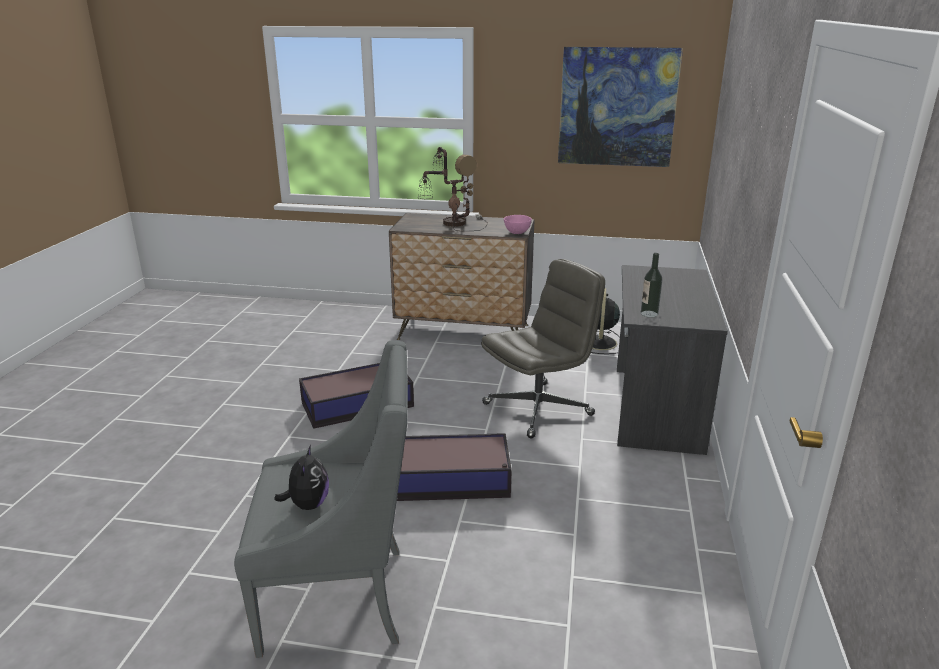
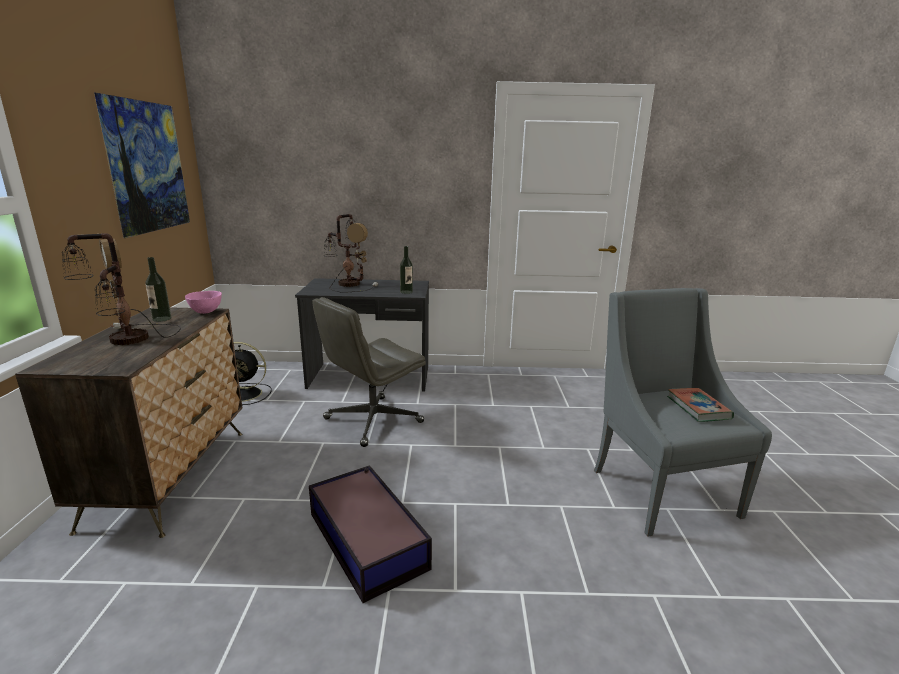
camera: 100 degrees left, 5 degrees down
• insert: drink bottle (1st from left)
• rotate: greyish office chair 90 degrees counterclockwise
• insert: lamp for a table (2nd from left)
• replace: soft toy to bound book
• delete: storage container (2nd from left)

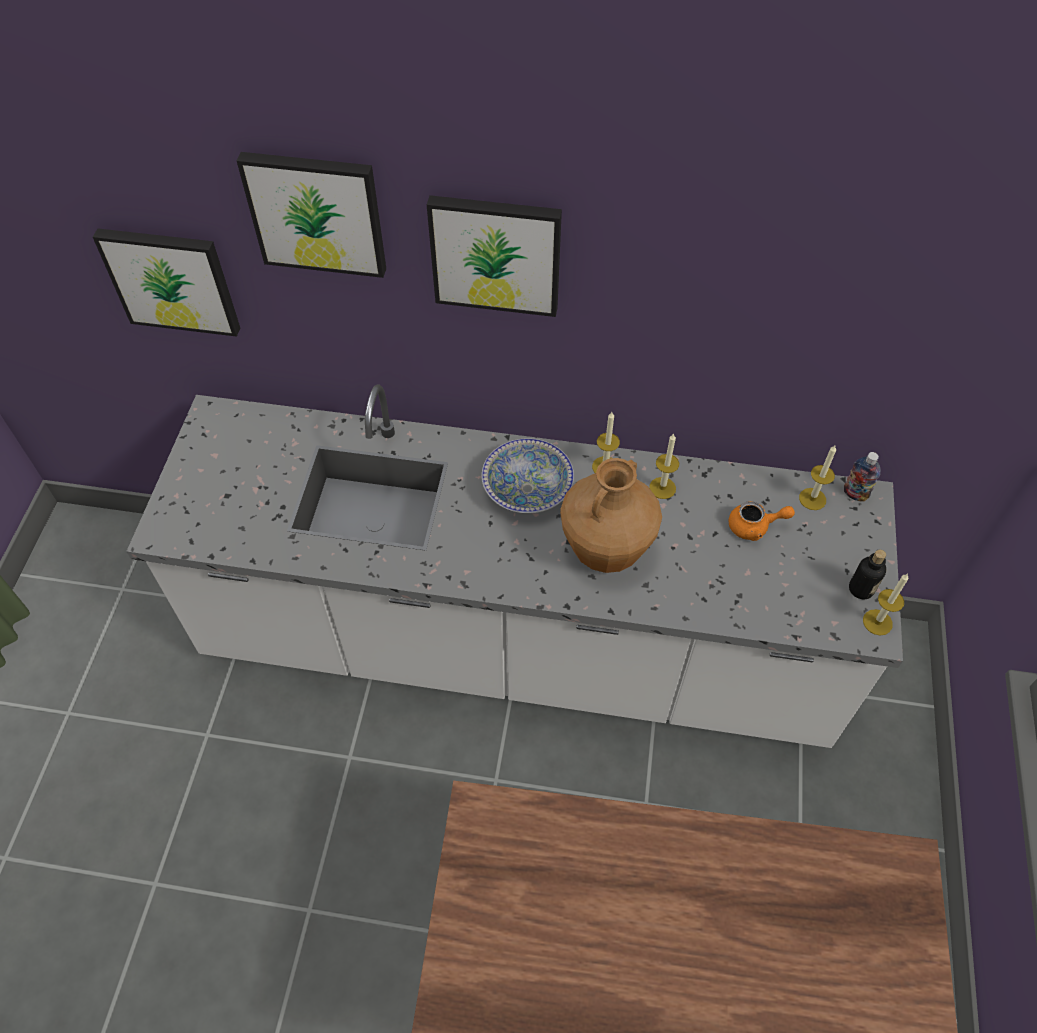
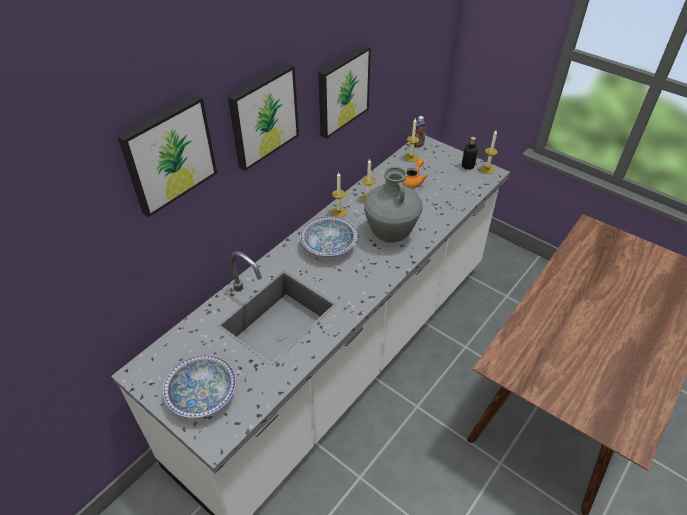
camera: 60 degrees left, 10 degrees down
• insert: bowl (1st from left)
• move: picture (1st from left in the first image) to picture (3rd from left)
• recolor: brown-coloured flower vase to greyish flower vase

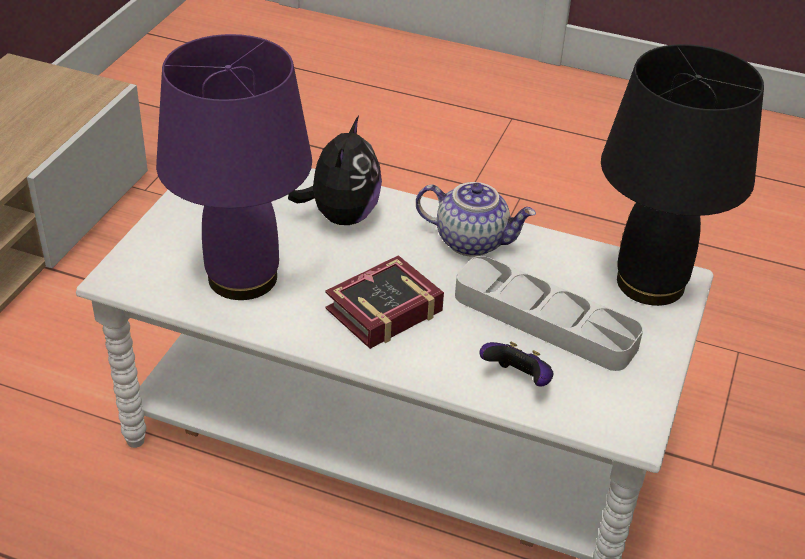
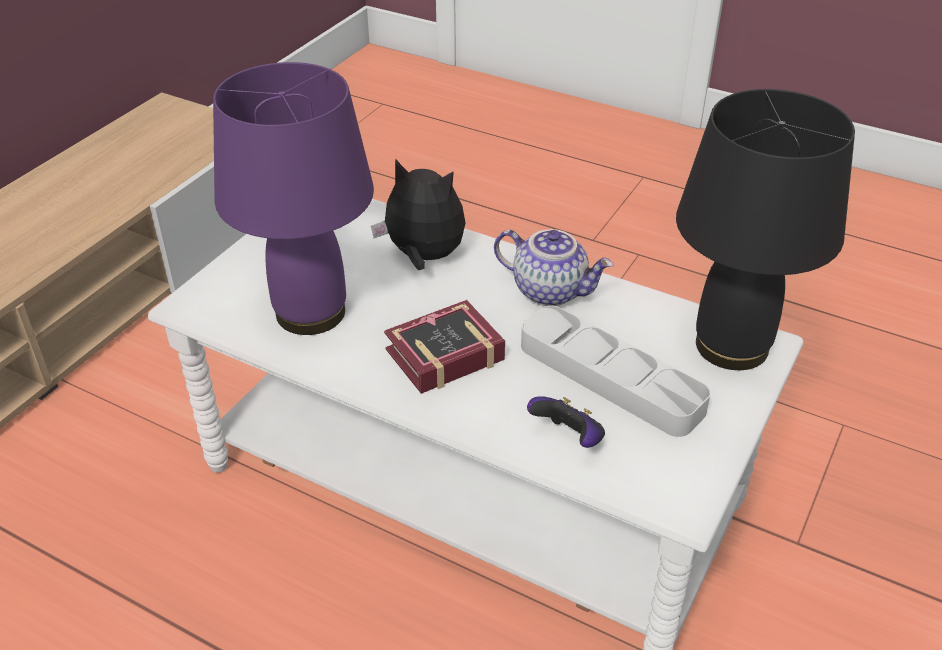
camera: 10 degrees right, 0 degrees up
• rotate: soft toy 90 degrees counterclockwise

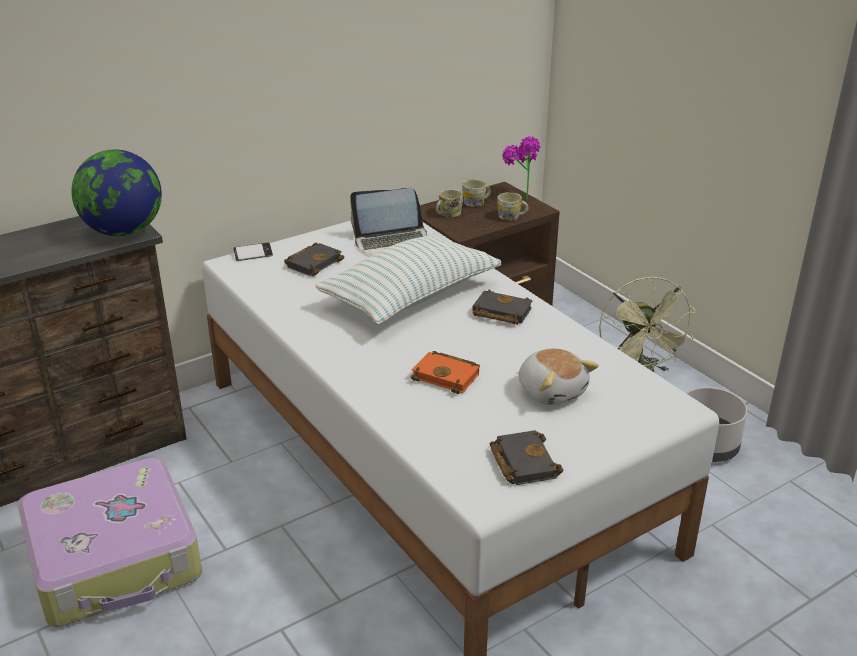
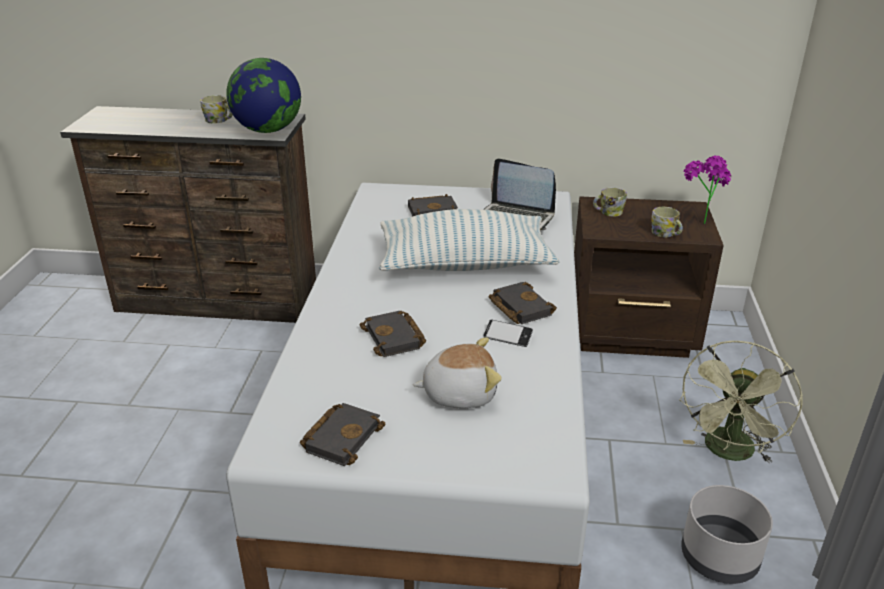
camera: 40 degrees right, 0 degrees up
• move: coffee mug (2nd from left in the first image) to coffee mug (1st from left)
• recolor: orange-coloured bound book to black-coloured bound book (2nd from left)
• rotate: soft toy 105 degrees counterclockwise
• move: handset
• delete: travel case

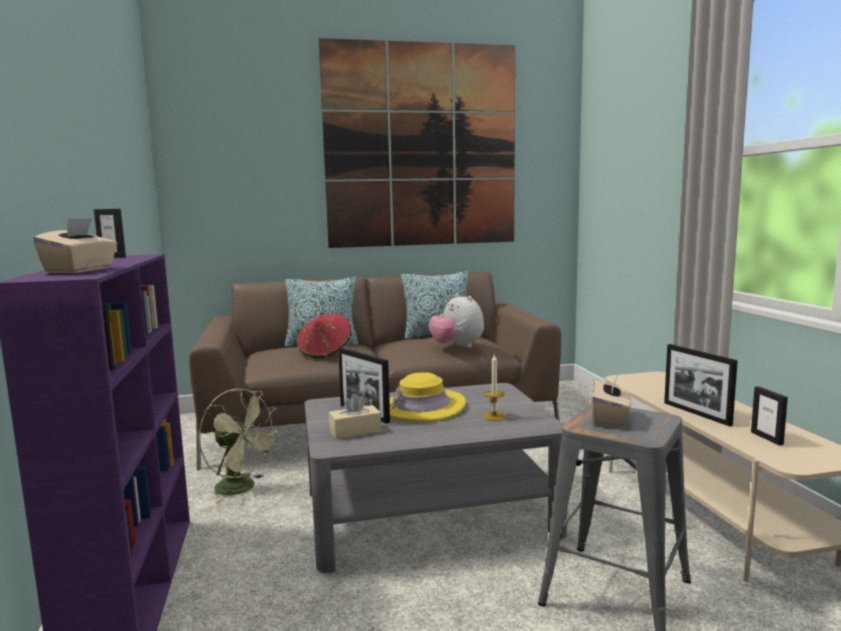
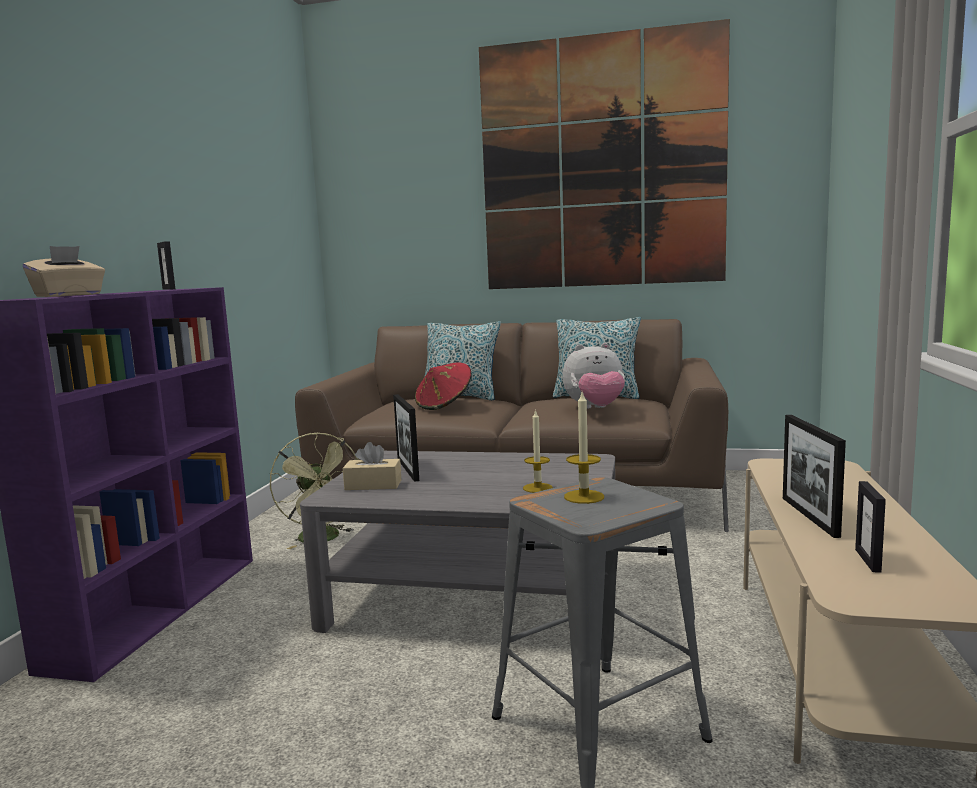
camera: 25 degrees right, 0 degrees up
• rotate: soft toy 90 degrees counterclockwise
• replace: beige-coloured tissue box (3rd from left) to wax light (2nd from left)
• delete: yellowish clothing hat

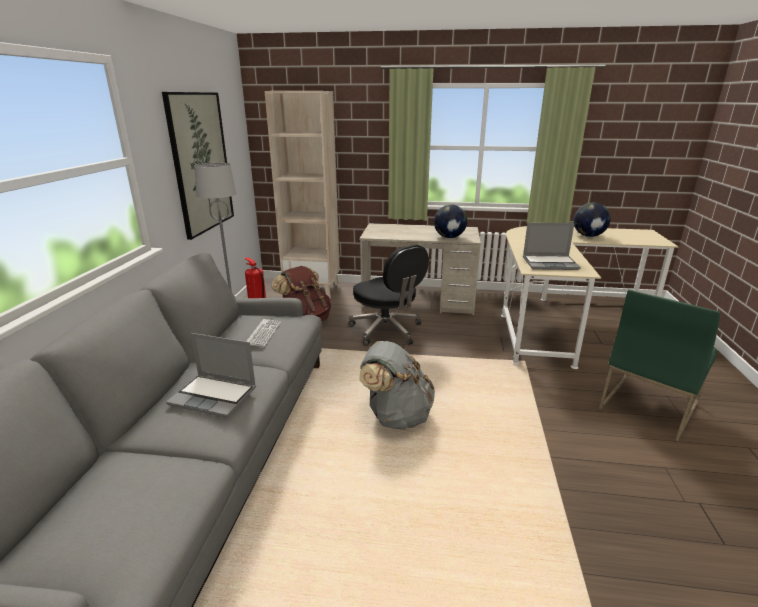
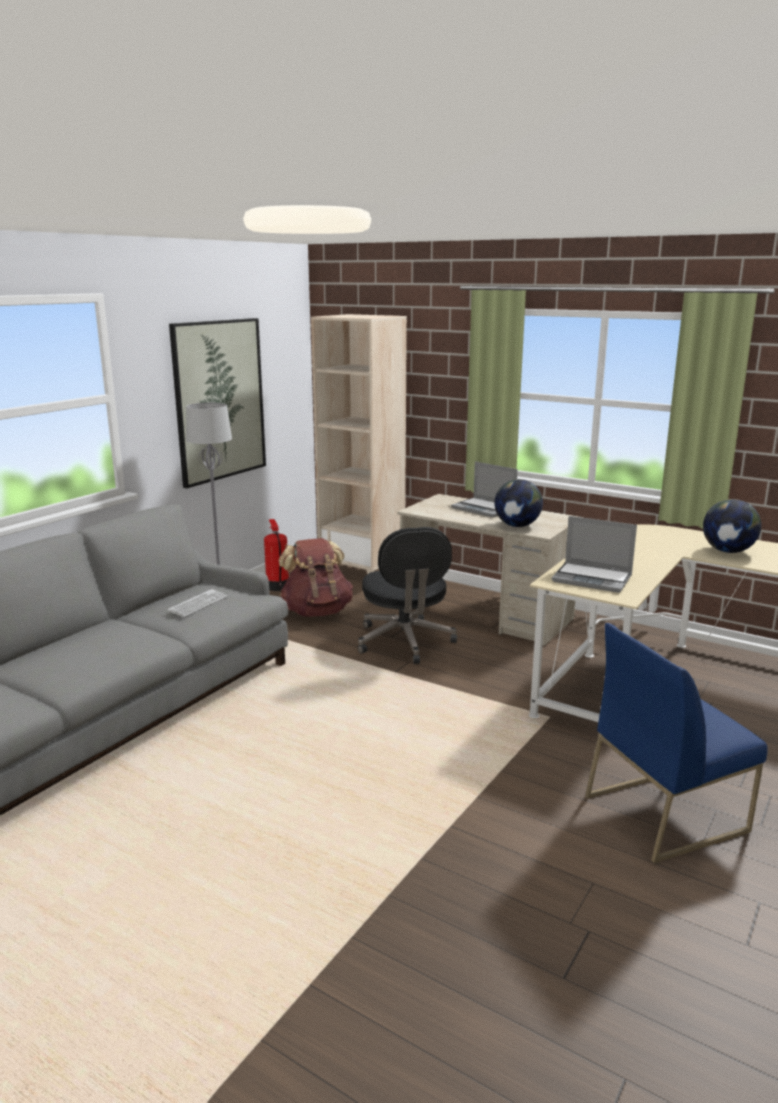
camera: 25 degrees right, 5 degrees down
• move: laptop (1st from left)
• recolor: green-coloured plain chair to blue plain chair
• delete: greyish backpack

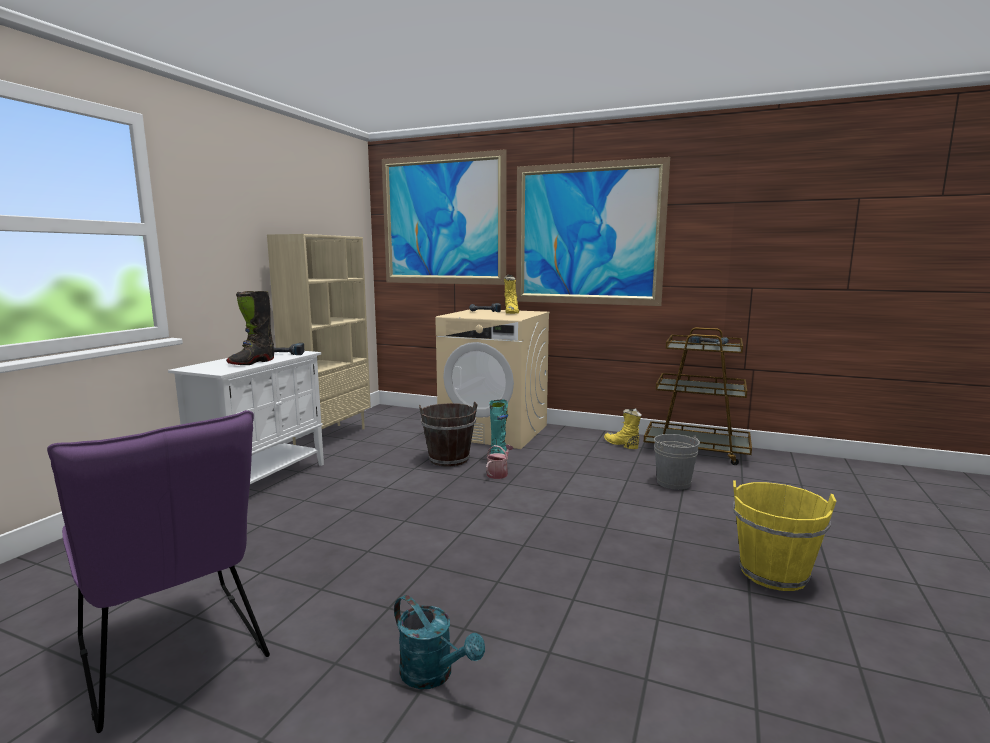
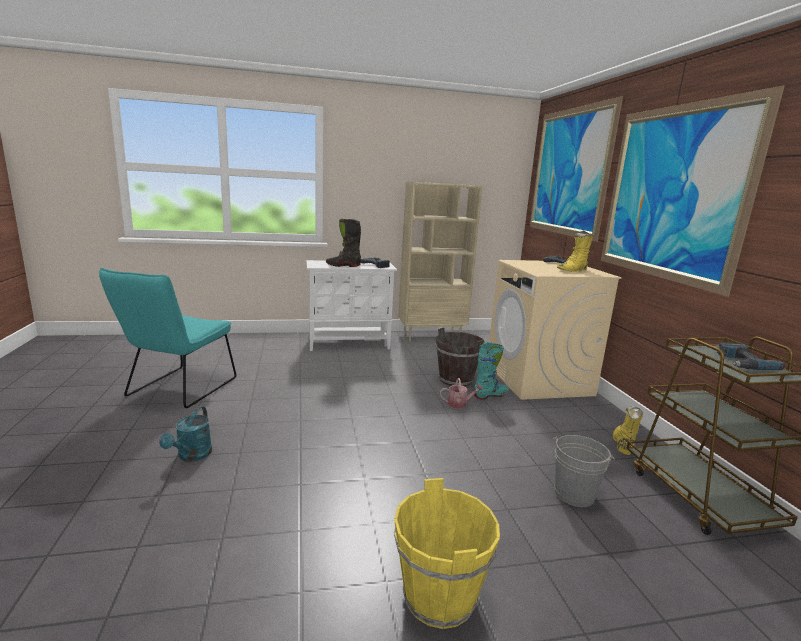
camera: 55 degrees right, 5 degrees up
• recolor: purplish plain chair to turquoise-coloured plain chair

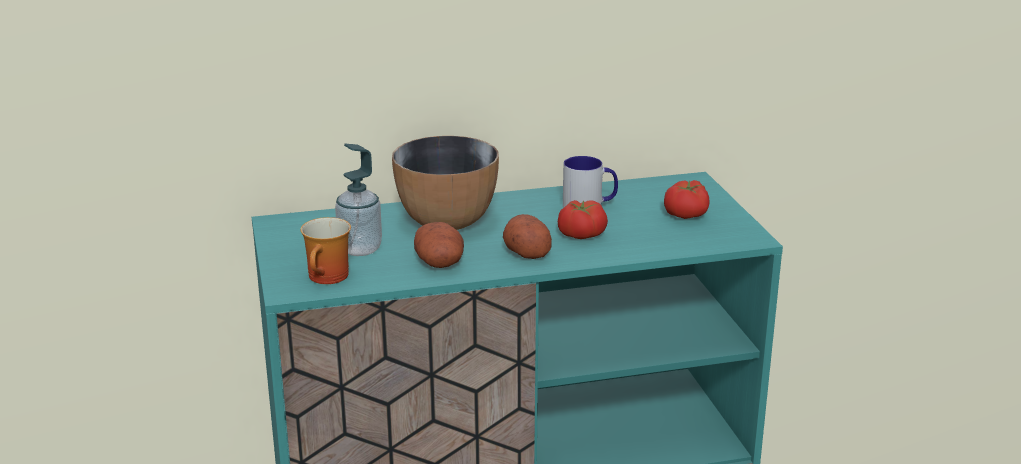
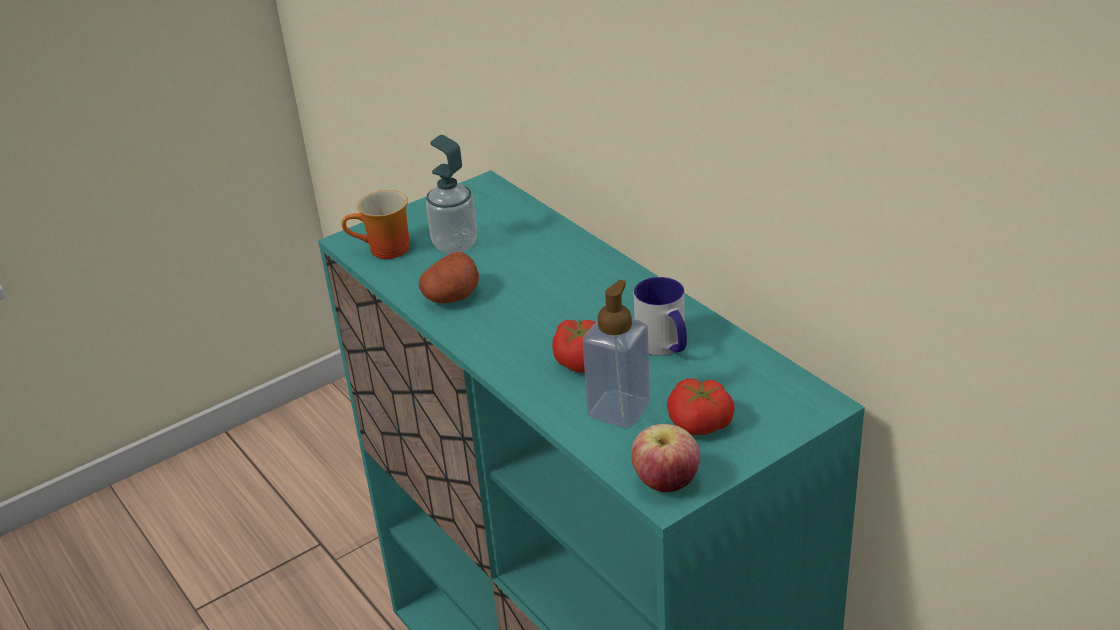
camera: 70 degrees right, 10 degrees up
• insert: soap bottle (2nd from left)
• insert: apple
• delete: bowl
• delete: potato (2nd from left)

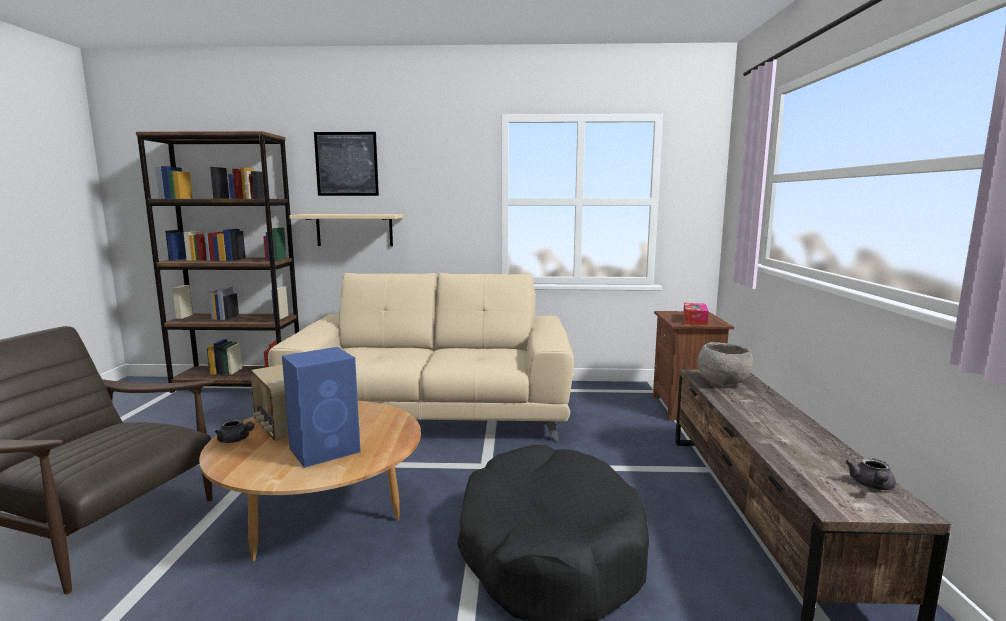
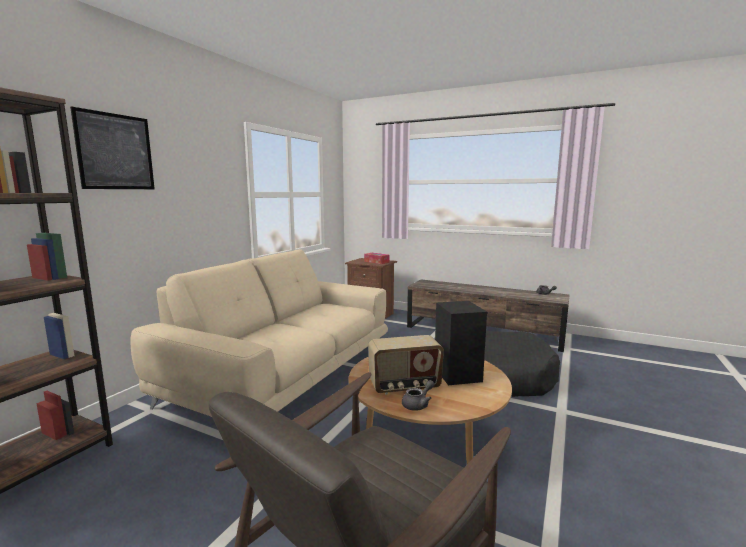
camera: 65 degrees left, 0 degrees up
• recolor: blue loudspeaker to black-coloured loudspeaker
• delete: beige-coloured shelf
• delete: greyish bowl

